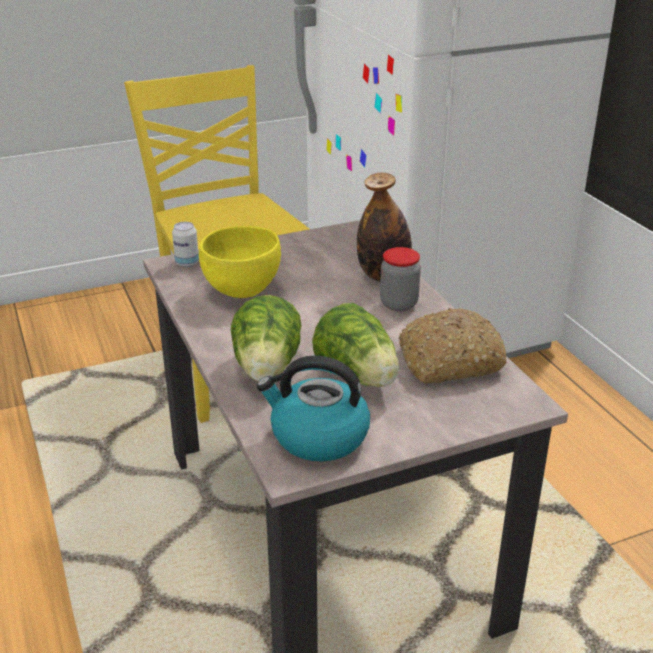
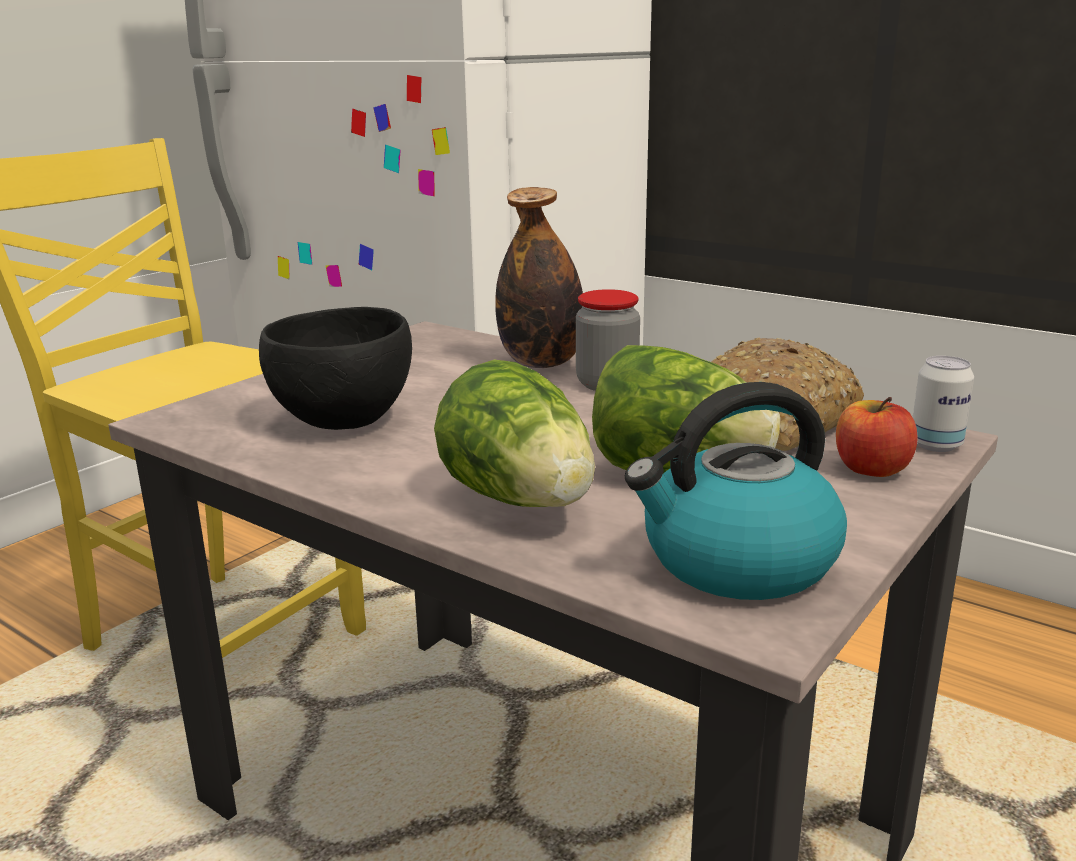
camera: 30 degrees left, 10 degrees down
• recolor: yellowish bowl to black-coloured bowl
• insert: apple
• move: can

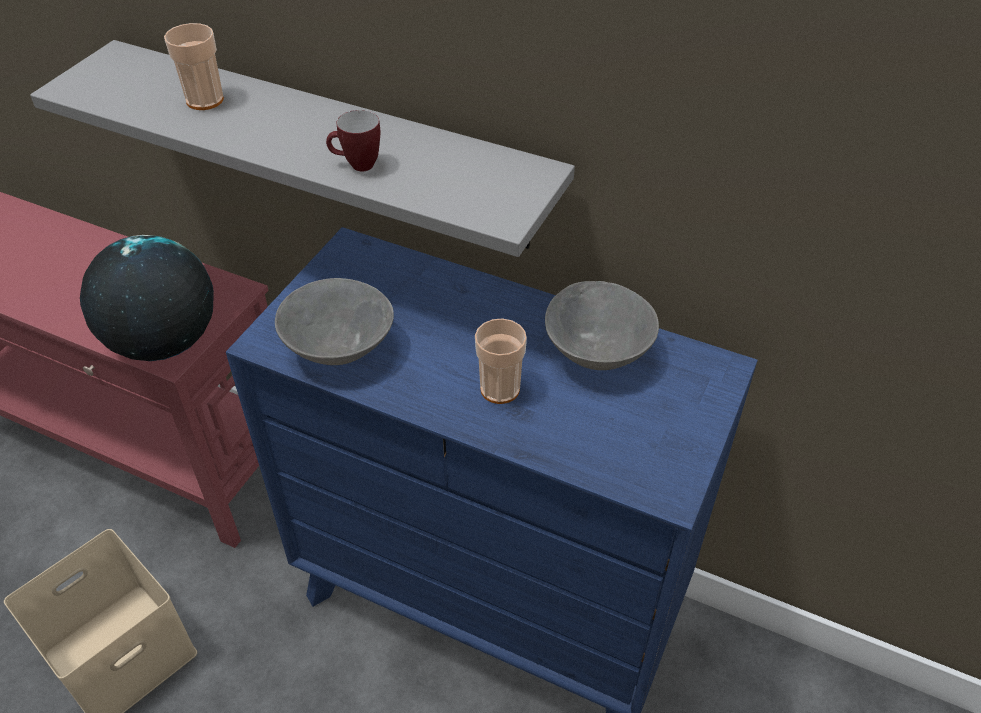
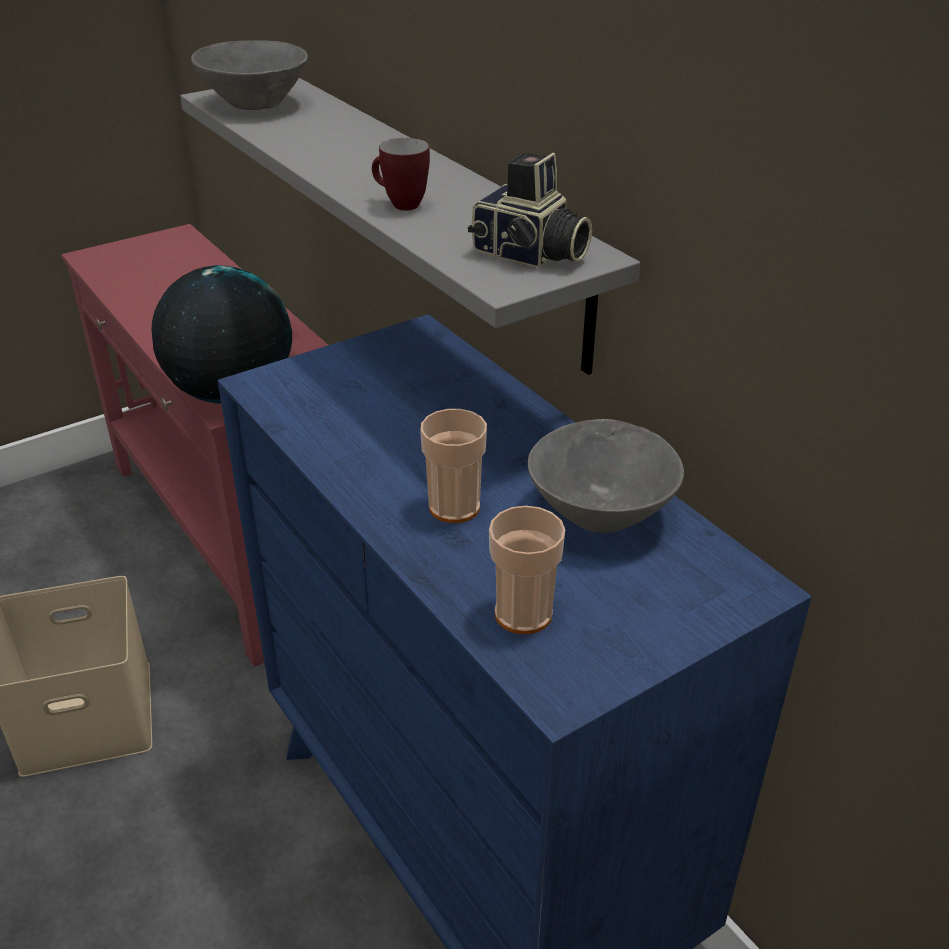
camera: 30 degrees right, 10 degrees down
• move: greyish bowl (1st from left)
• insert: still camera
• move: drinking cup (1st from left in the first image) to drinking cup (2nd from left)

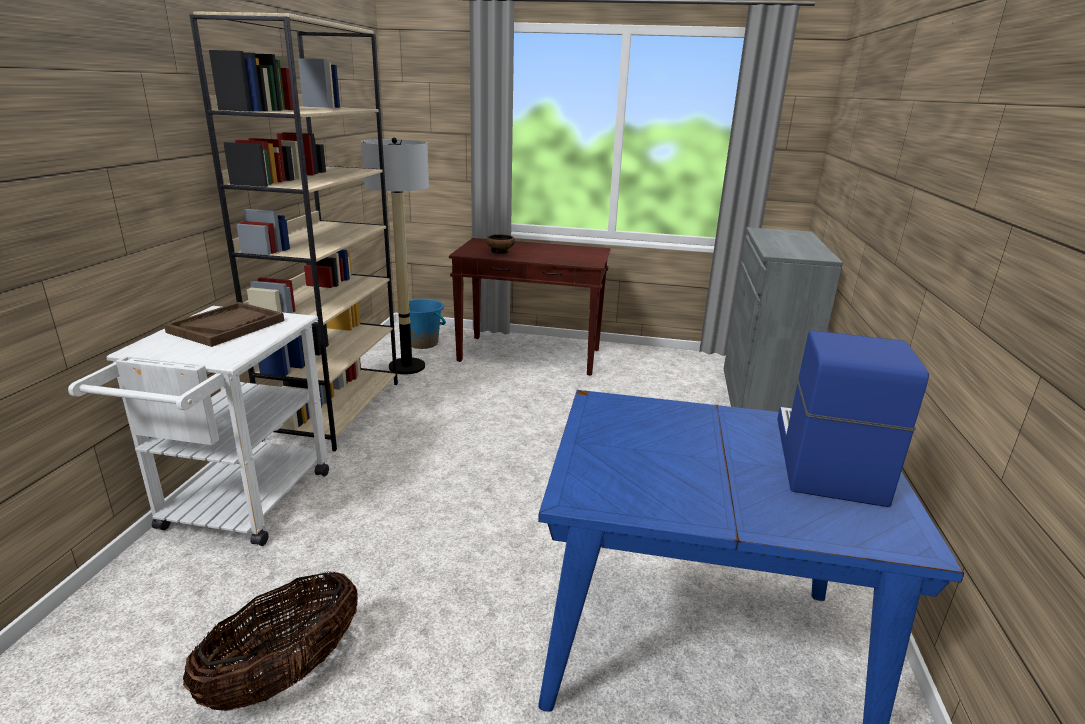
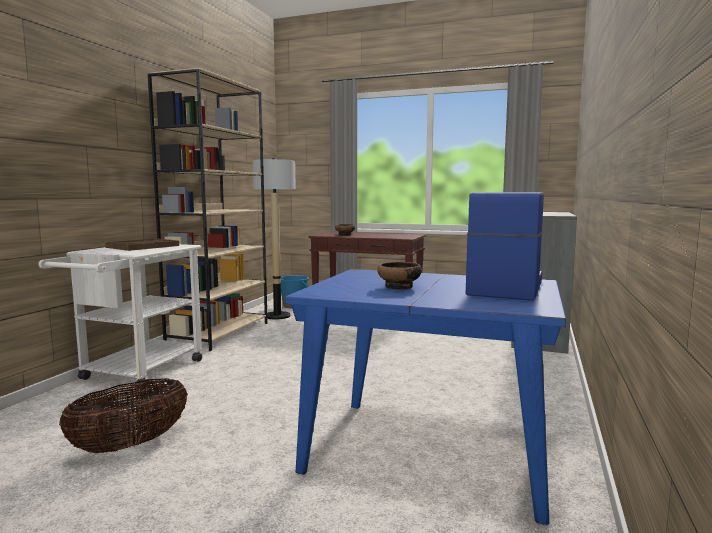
camera: 10 degrees right, 15 degrees down
• insert: bowl (2nd from left)

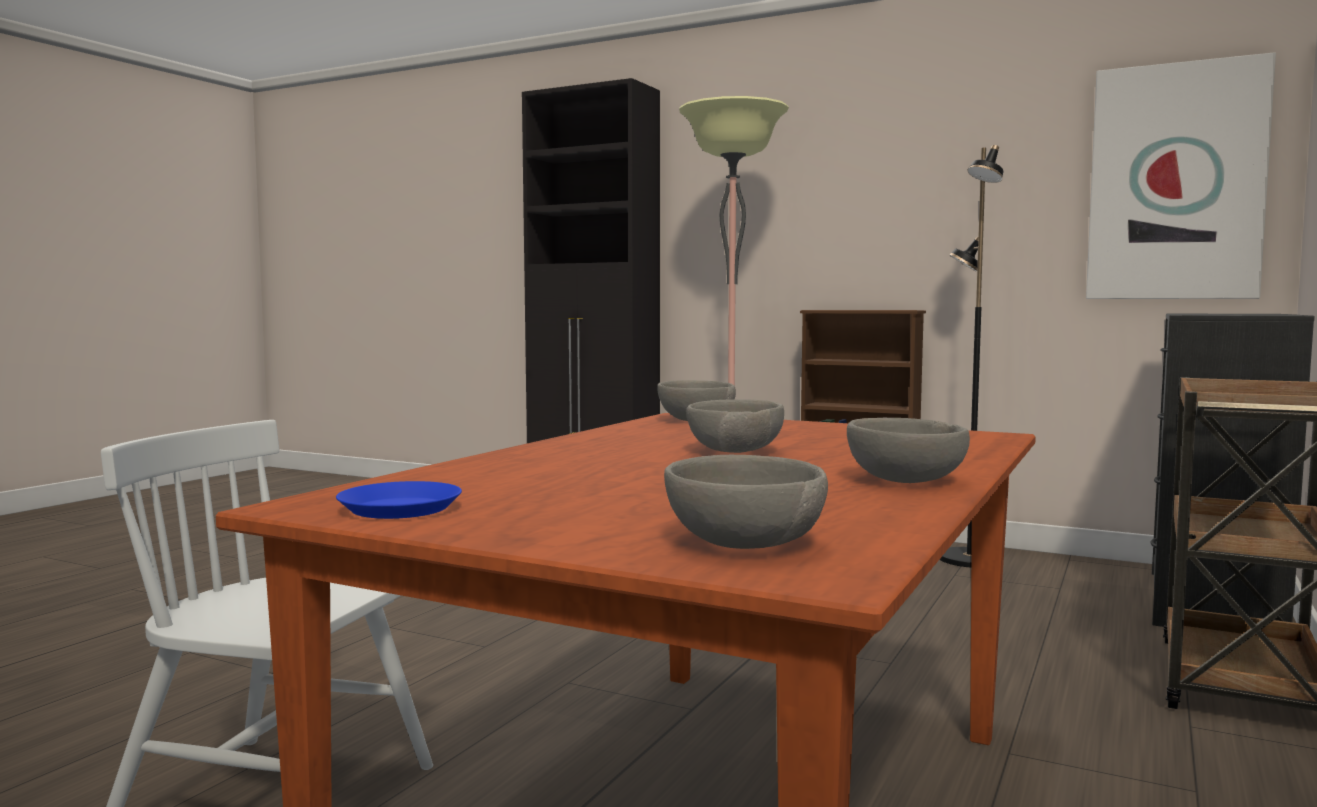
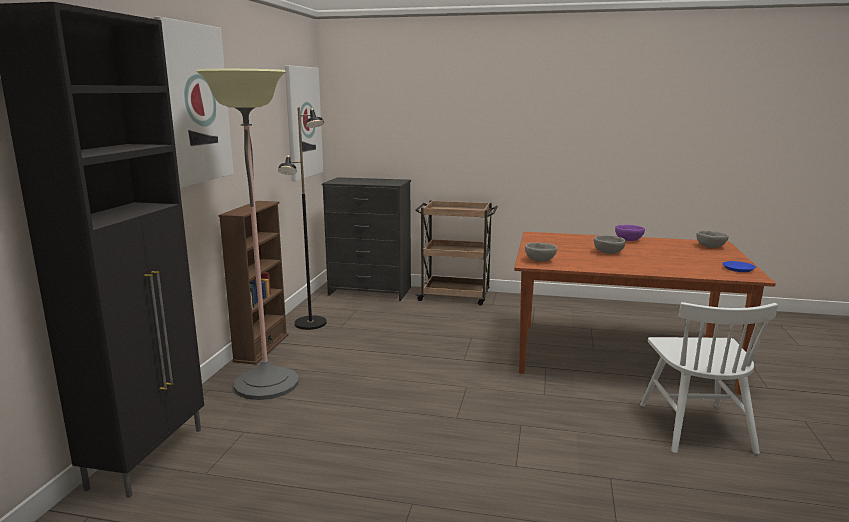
camera: 105 degrees left, 10 degrees up
• insert: picture (1st from left)
• recolor: greyish bowl (4th from left) to purplish bowl

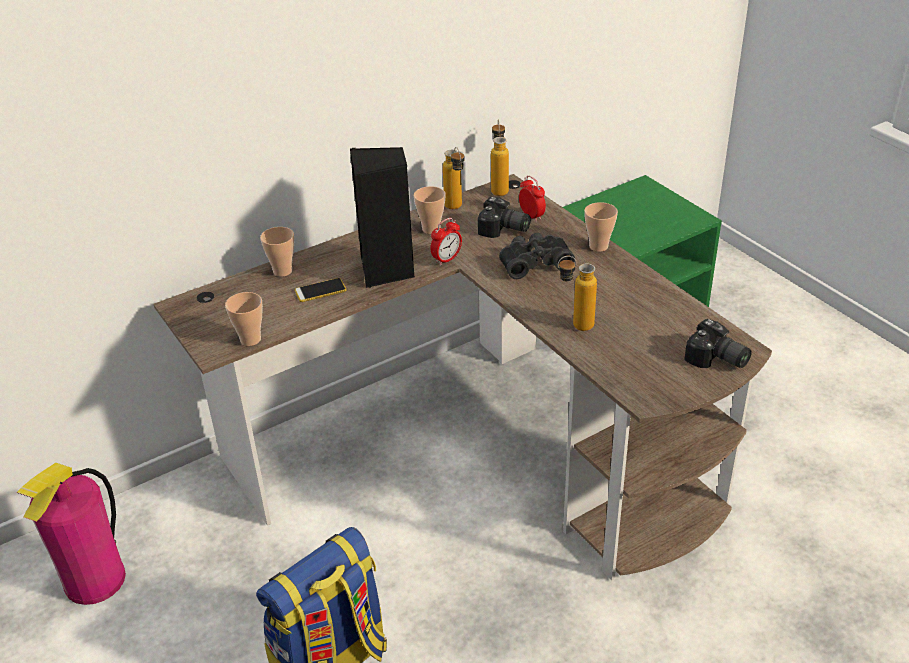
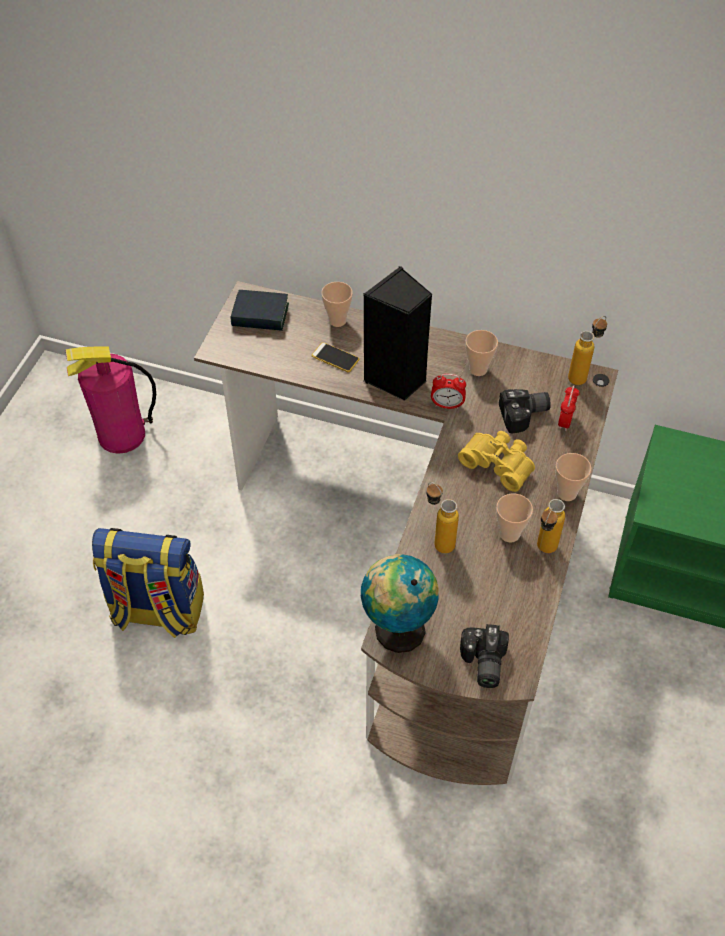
camera: 50 degrees right, 15 degrees up
• insert: bound book
• insert: world globe
• recolor: black-coloured pair of binoculars to yellowish pair of binoculars
• move: drinking cup (1st from left in the first image) to drinking cup (3rd from left)
• rotate: still camera (1st from left in the first image) 90 degrees counterclockwise
• move: drink bottle (1st from left in the first image) to drink bottle (2nd from left)

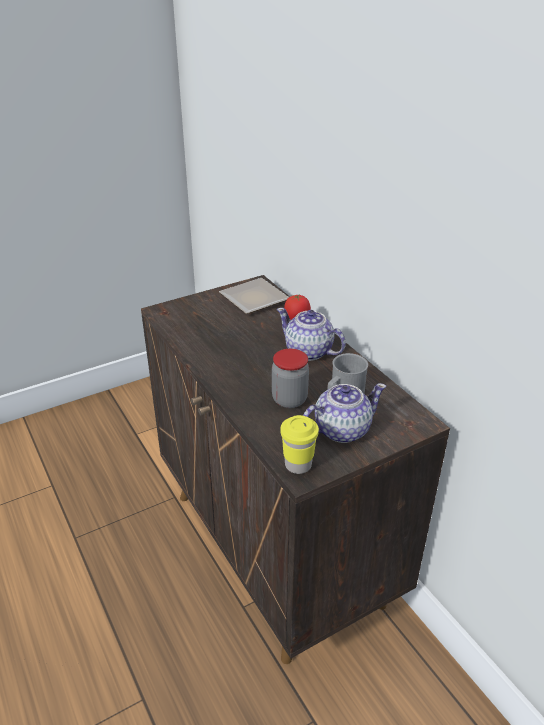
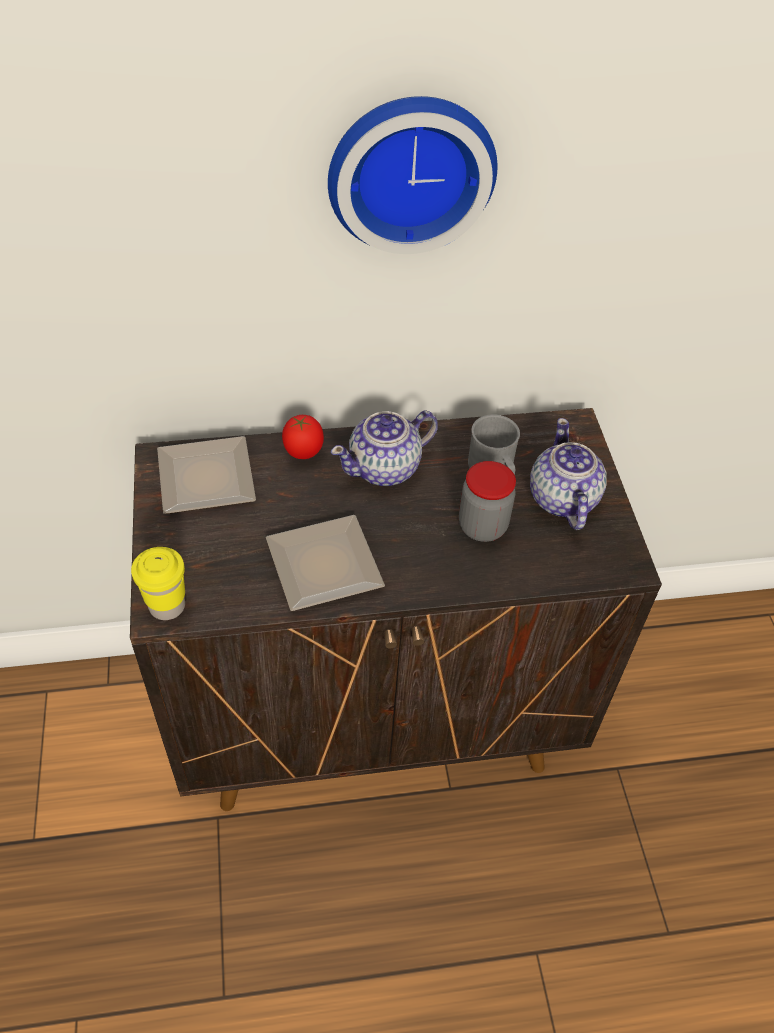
camera: 70 degrees left, 15 degrees up
• move: yellowish drinking cup
• insert: flat dish (2nd from left)
• insert: clock on the wall

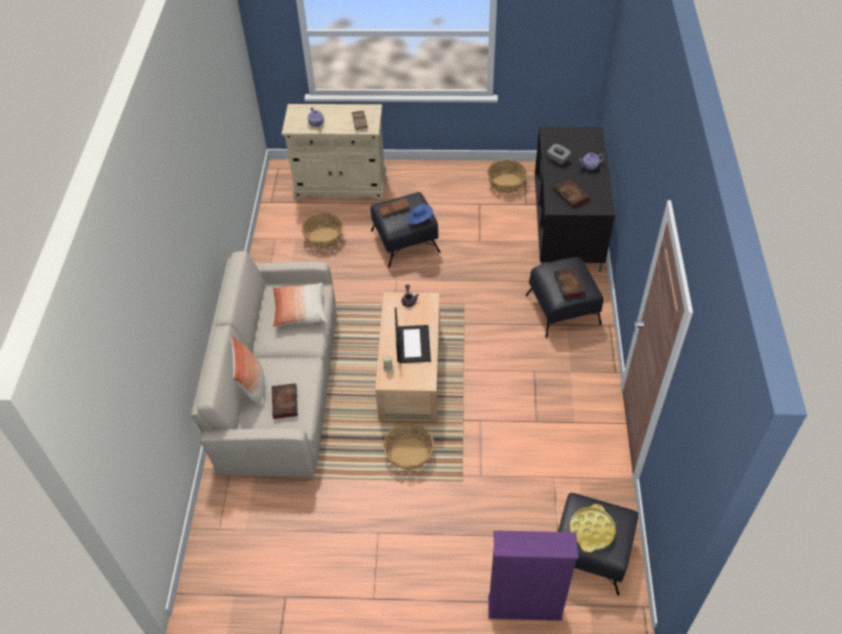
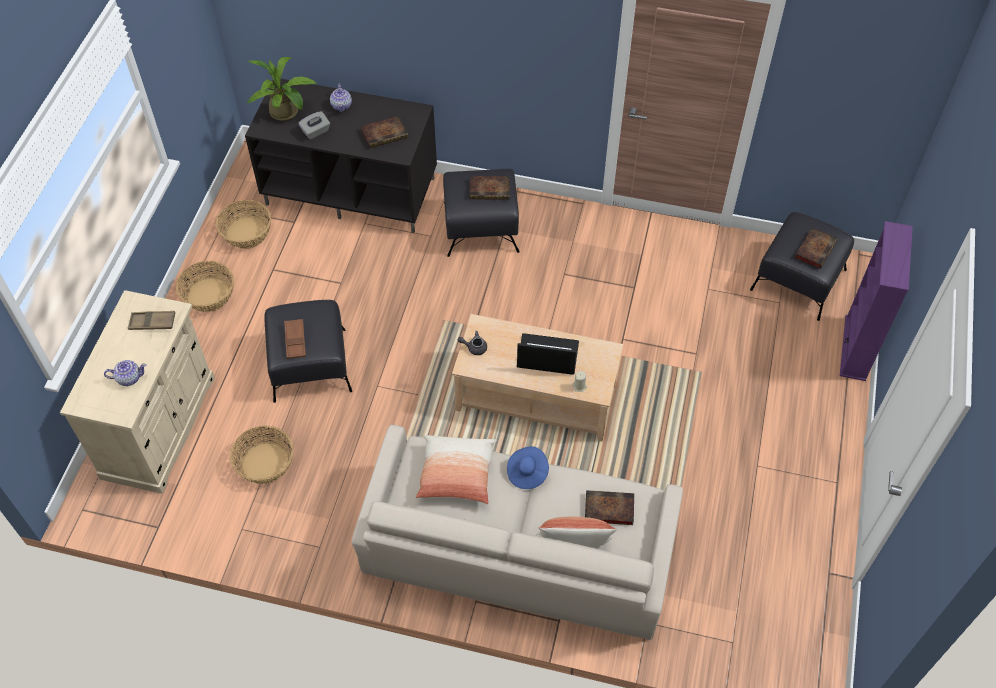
camera: 80 degrees left, 5 degrees up
• move: storage basket (2nd from left in the first image) to storage basket (1st from left)
• insert: plant in a pot
• move: blue clothing hat
• replace: yellowish tray to bound book (4th from left)

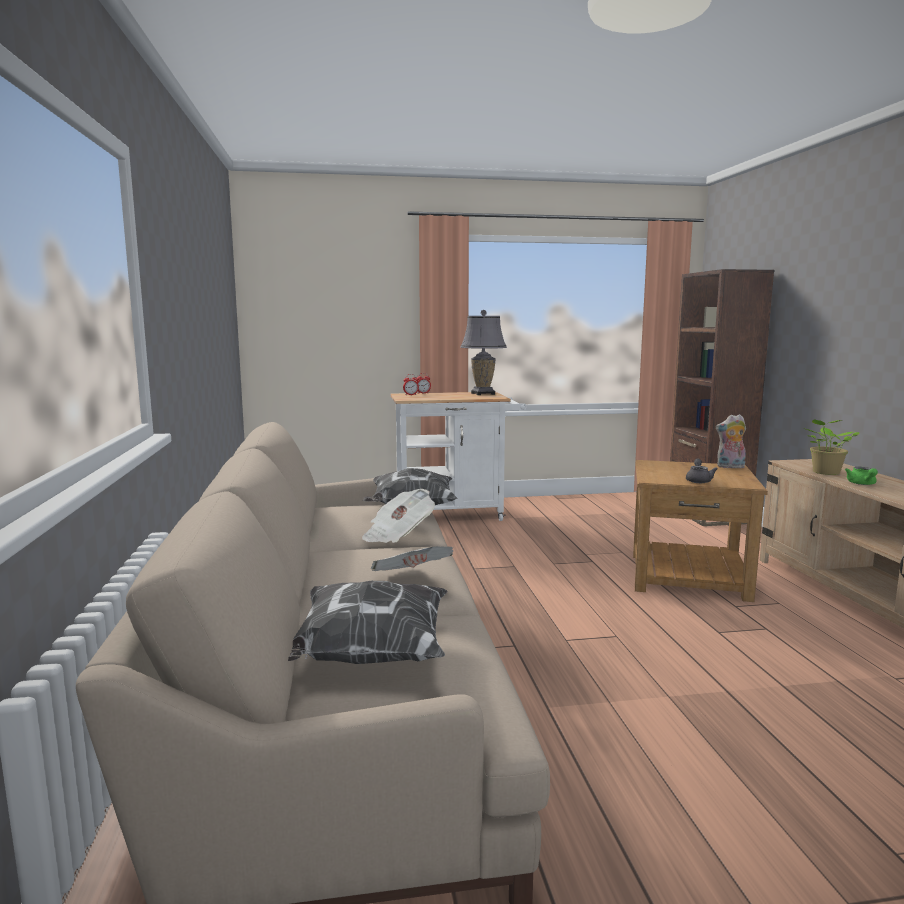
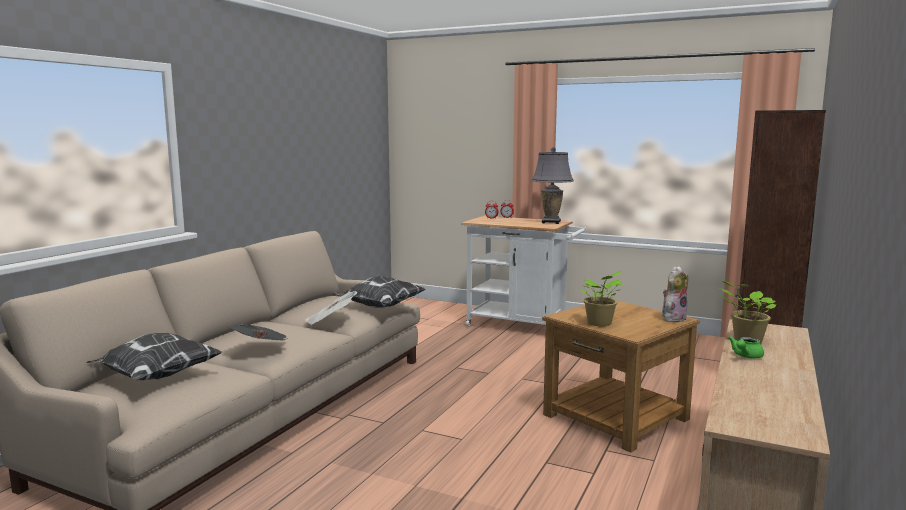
camera: 35 degrees right, 0 degrees up
• replace: greyish pot for tea to plant in a pot (1st from left)
• rotate: soft toy 105 degrees clockwise

